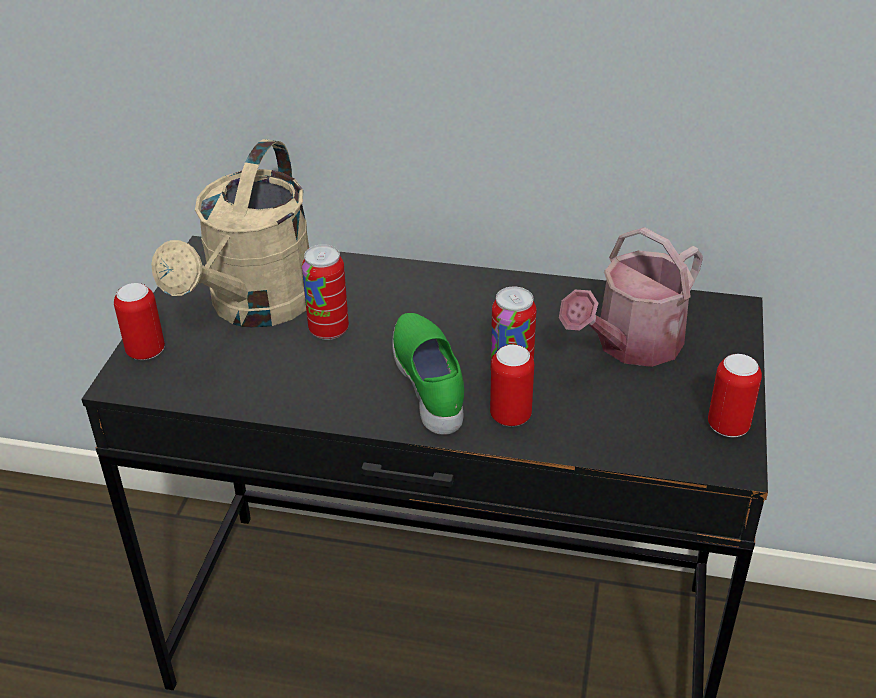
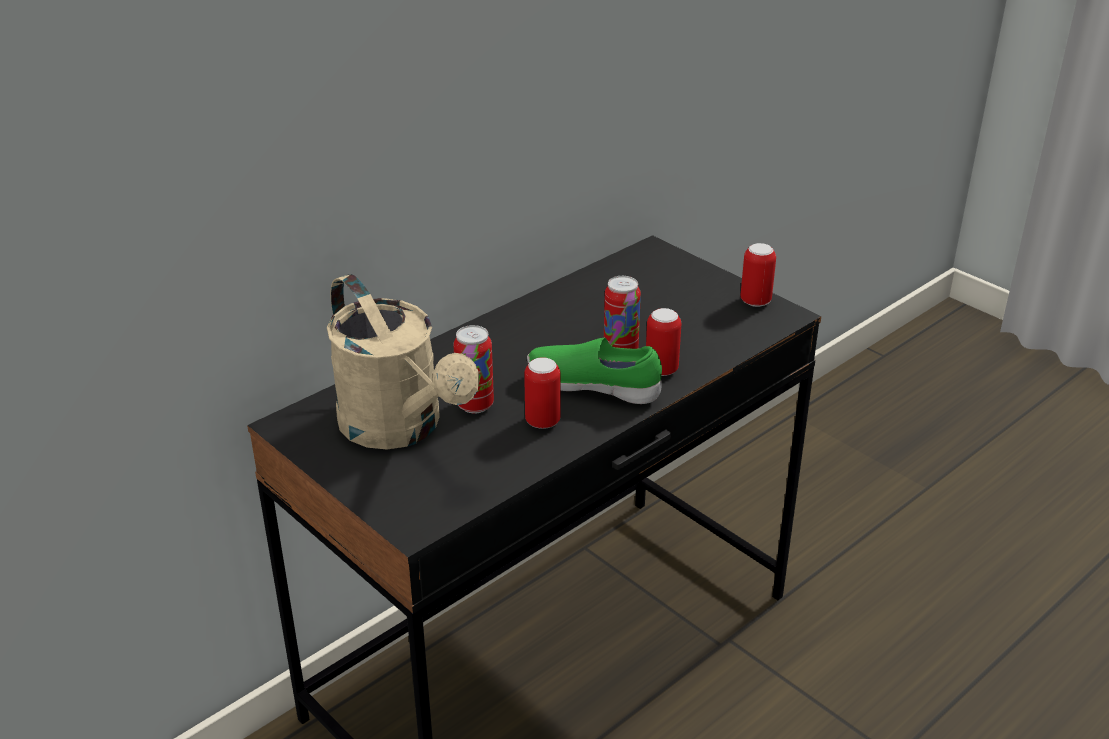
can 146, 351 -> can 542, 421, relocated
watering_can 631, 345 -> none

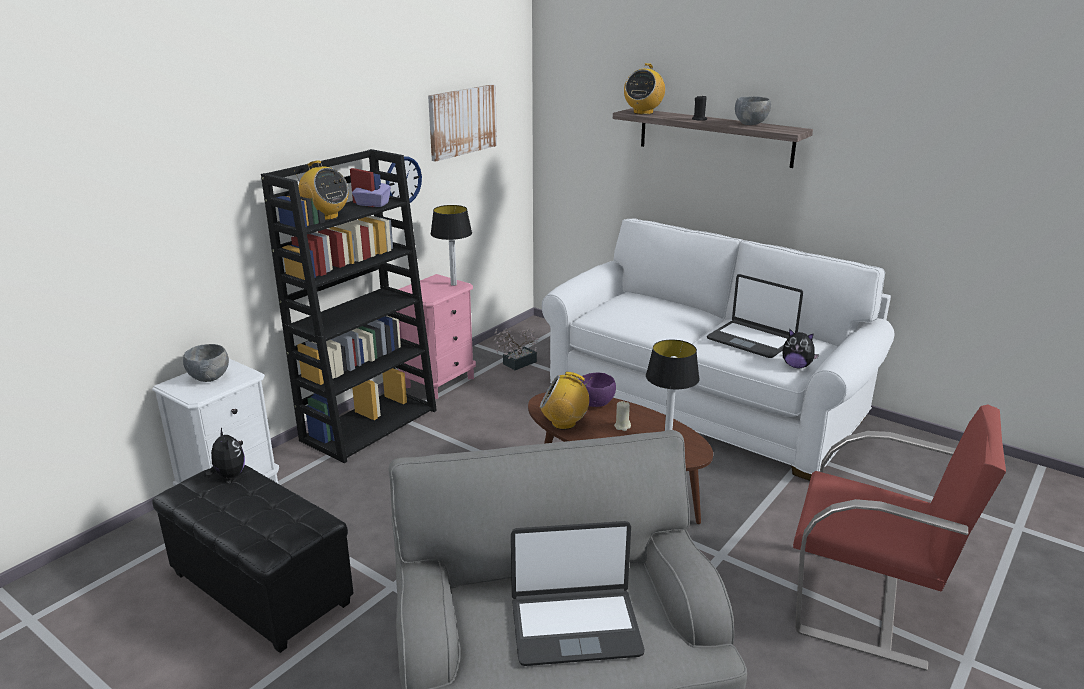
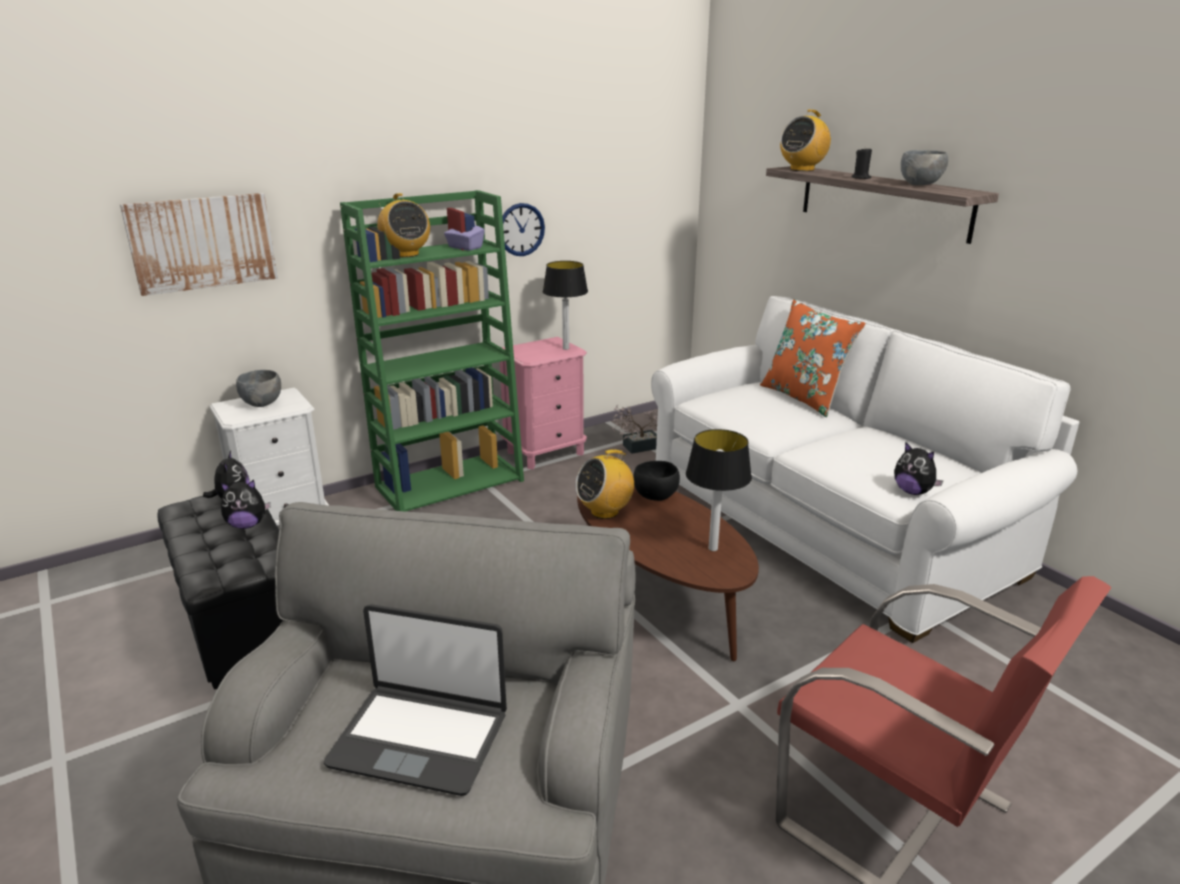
picture 462, 121 -> picture 202, 242, relocated
none -> plush_toy 247, 525
black_bookcase 370, 424 -> green_bookcase 450, 483
radio 564, 423 -> radio 605, 511, 60 degrees counterclockwise
purple_bowl 596, 404 -> black_bowl 656, 497
none -> orange_pillow 804, 398
beige_candle 622, 426 -> none
laptop 751, 340 -> none

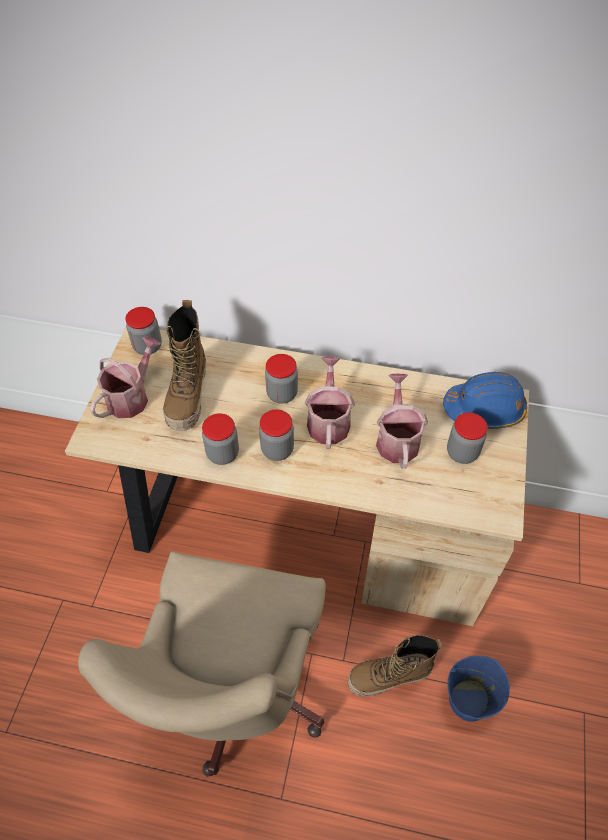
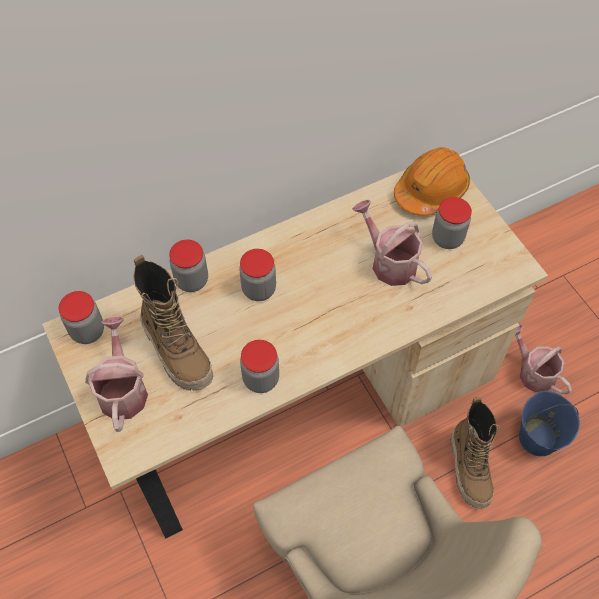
jar 277, 449 -> jar 191, 280, relocated
blue_hard_hat 484, 409 -> orange_hard_hat 431, 190
boot 389, 677 -> boot 469, 468, 45 degrees counterclockwise
watering_can 328, 421 -> watering_can 532, 372, relocated

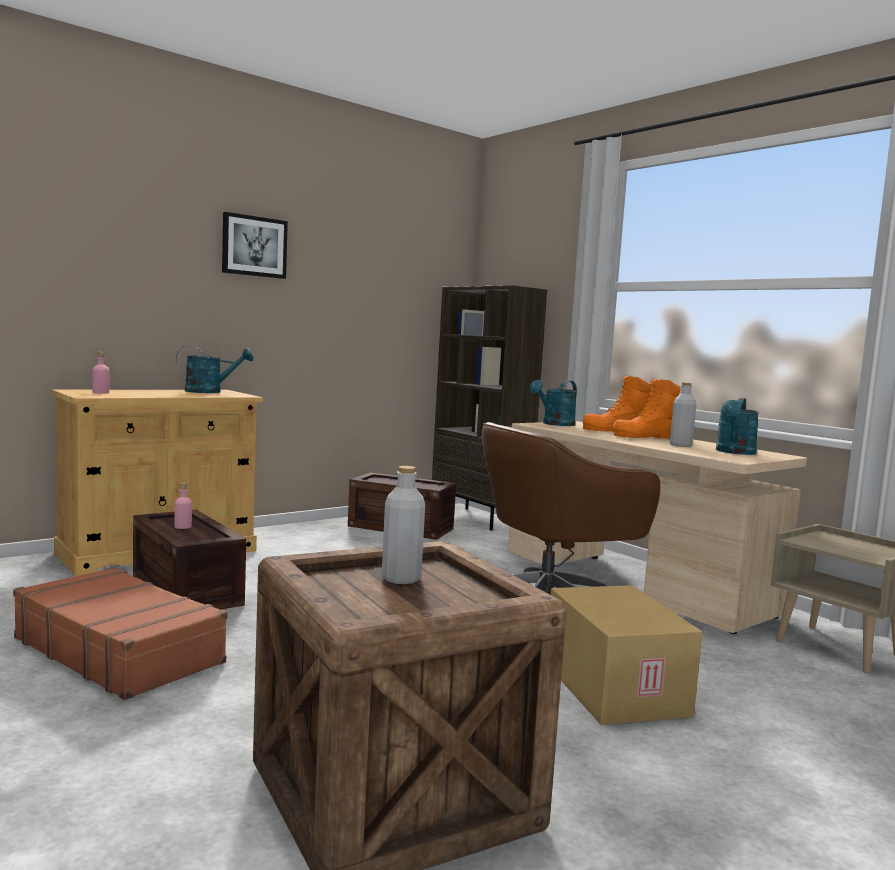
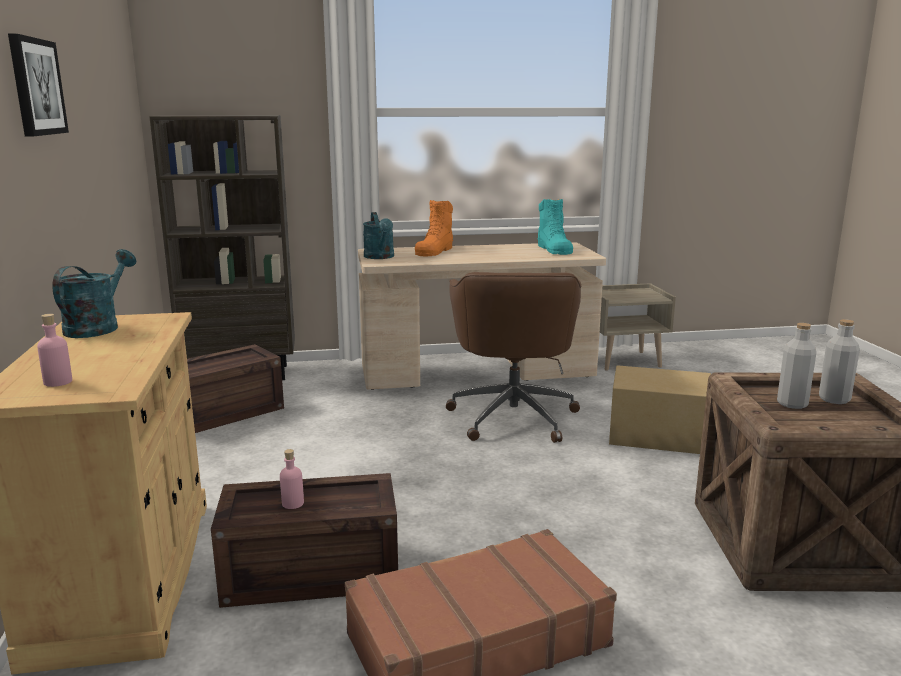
turquoise_watering_can 734, 452 -> turquoise_boot 554, 249
grey_bottle 680, 445 -> grey_bottle 834, 399, relocated
orange_boot 646, 437 -> none

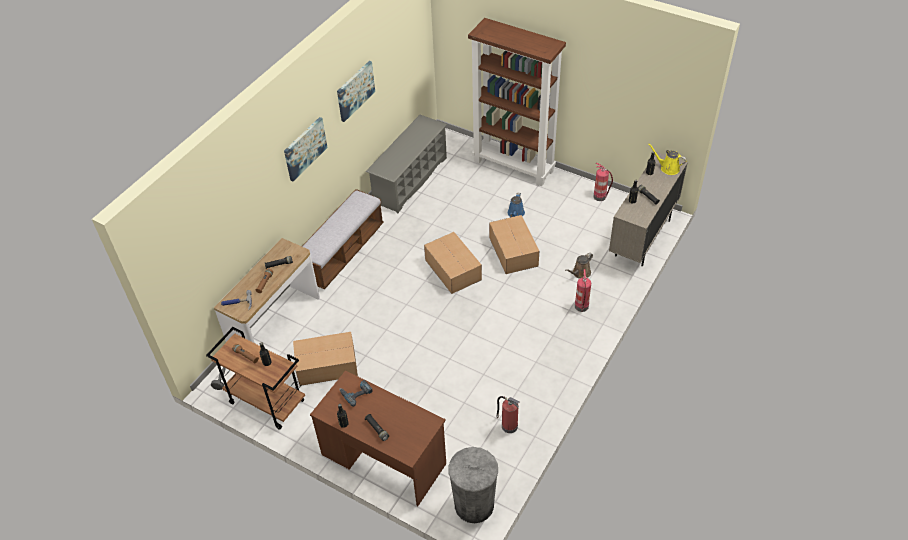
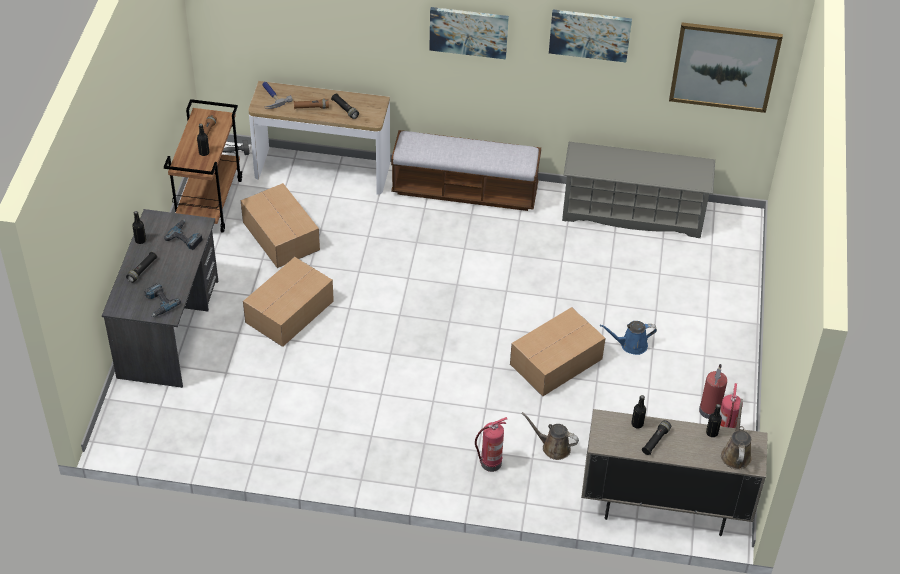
brown_desk 383, 459 -> grey_desk 169, 329
none -> power_drill 159, 303
cardboard_box 453, 269 -> cardboard_box 291, 311, relocated
none -> picture 724, 66
fire_extinguisher 508, 425 -> fire_extinguisher 710, 409, relocated
yellow_watering_can 667, 168 -> brown_watering_can 735, 454
grey_trash_can 474, 505 -> none
brown_bookcase 514, 166 -> none

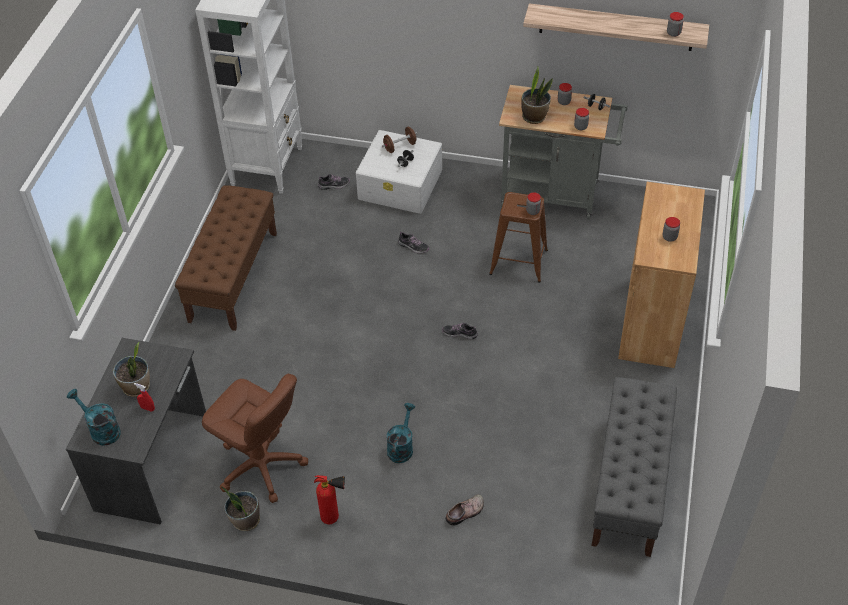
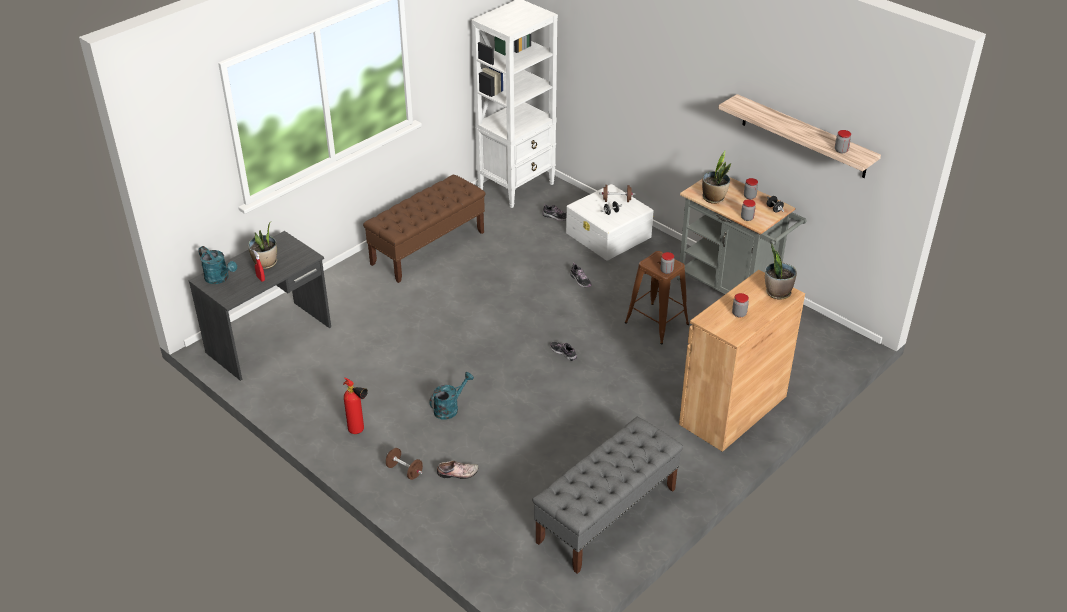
turquoise_watering_can 101, 430 -> turquoise_watering_can 220, 279, 150 degrees clockwise
none -> brown_dumbbell 404, 471
potted_plant 245, 520 -> potted_plant 777, 292, relocated
brown_office_chair 261, 466 -> none

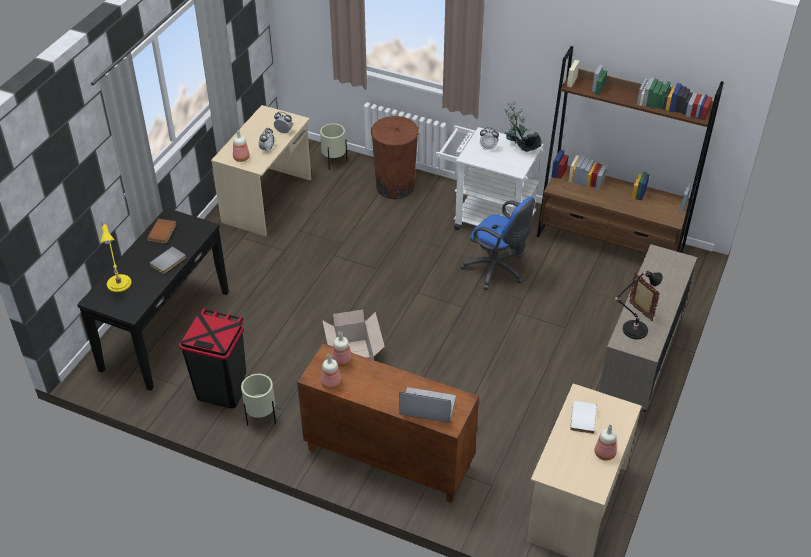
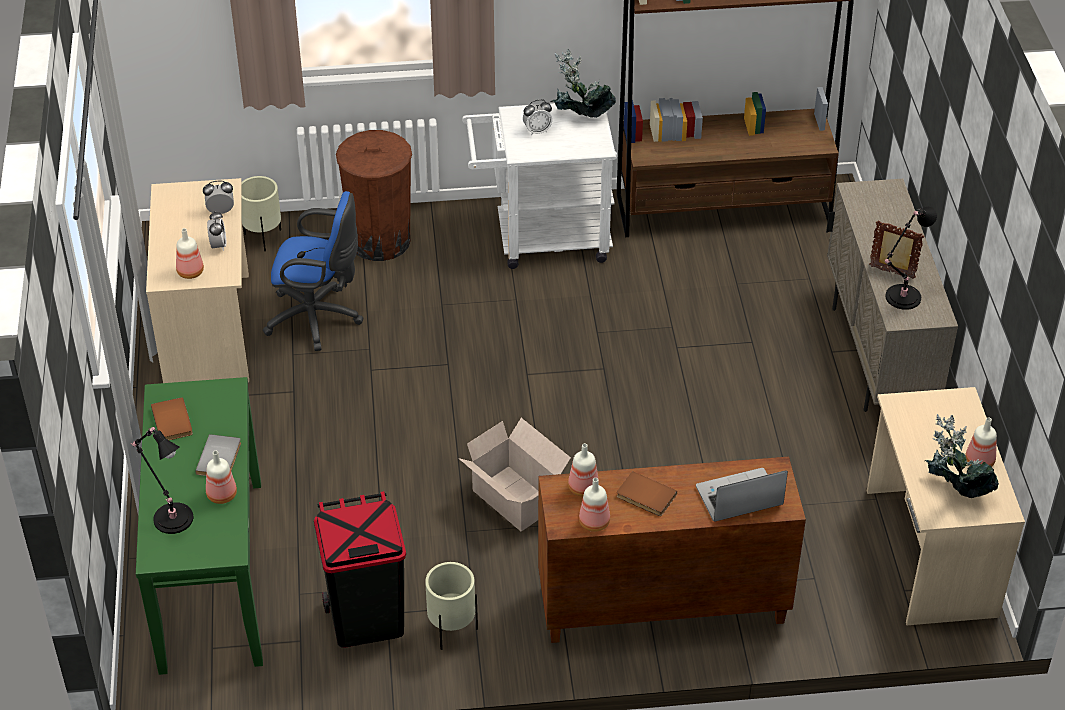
yellow_table_lamp 119, 282 -> black_table_lamp 171, 516
black_console_table 165, 330 -> green_console_table 211, 574
none -> bottle 221, 495
blue_office_chair 497, 270 -> blue_office_chair 318, 319, relocated
none -> brown_book 645, 497
none -> potted_plant 953, 491
white_book 582, 418 -> none

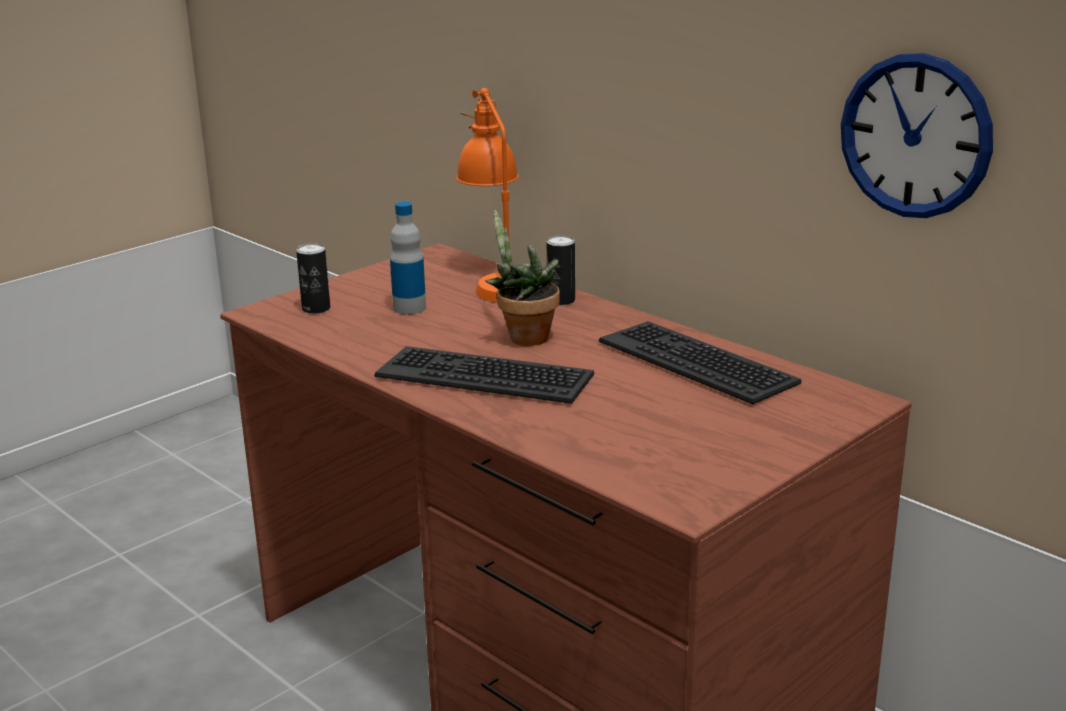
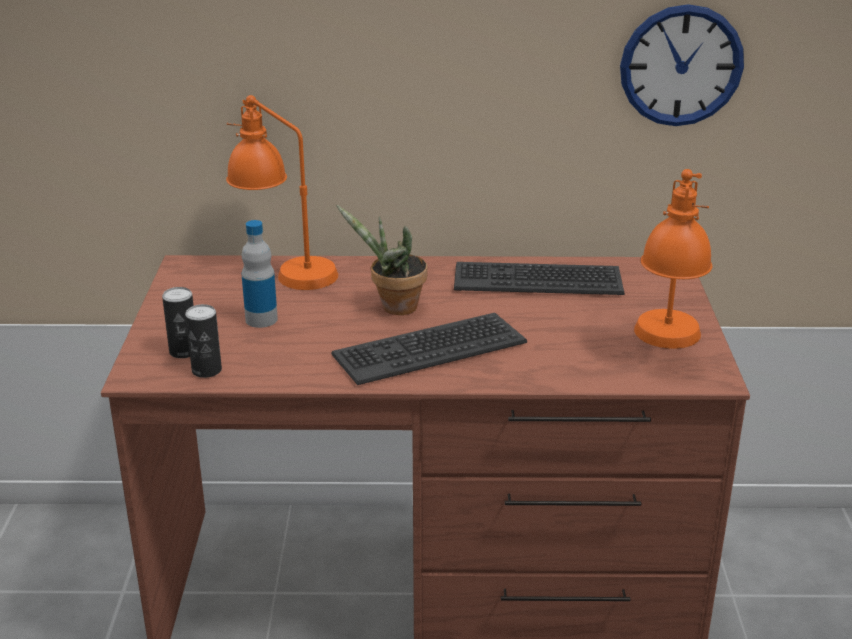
can 561, 300 -> can 206, 370, relocated
none -> orange_table_lamp 667, 346

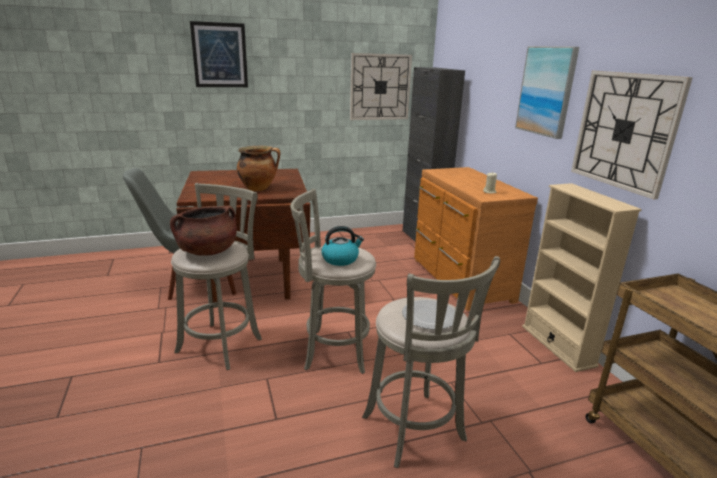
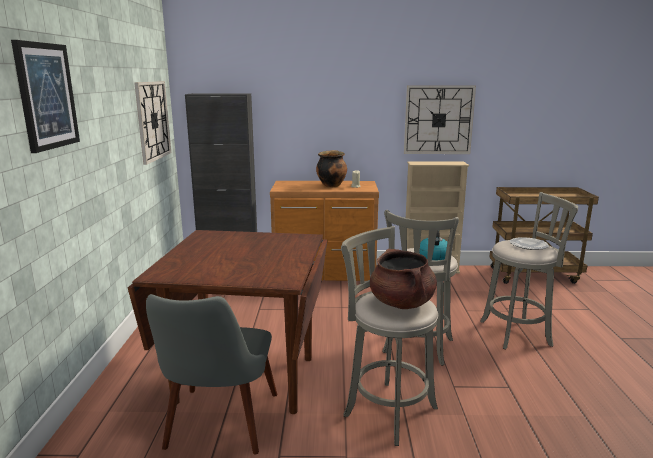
cooking_pot 259, 188 -> cooking_pot 331, 185, relocated
picture 546, 91 -> none

